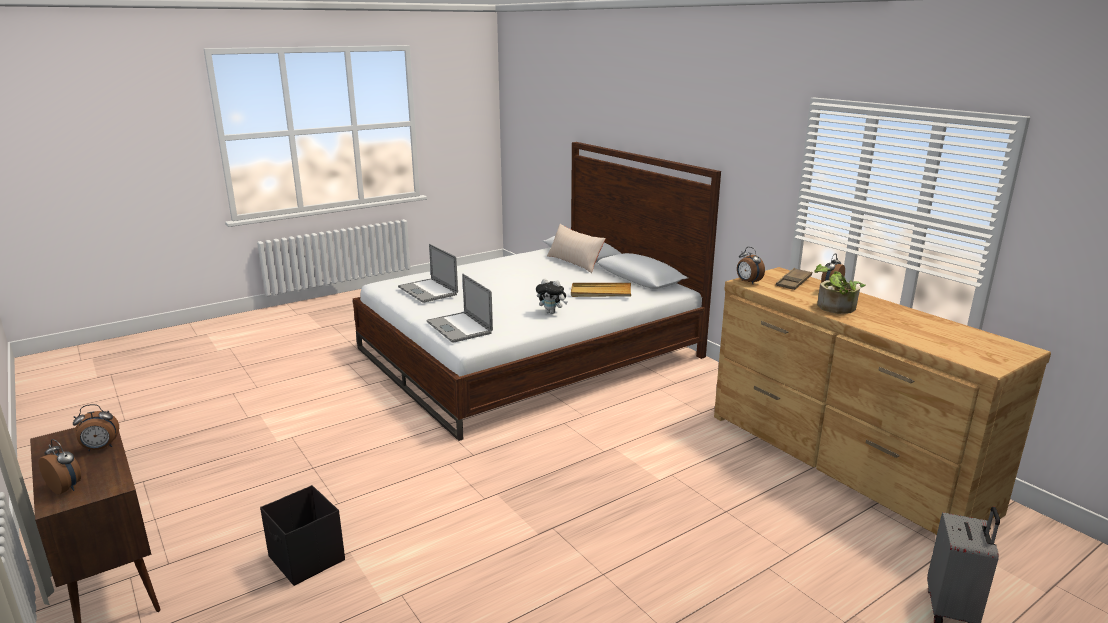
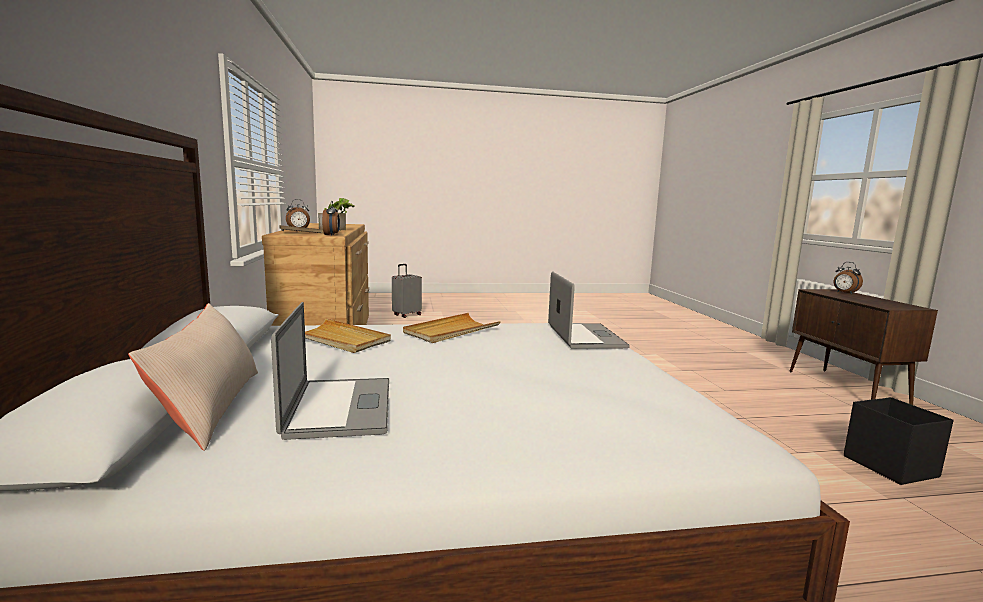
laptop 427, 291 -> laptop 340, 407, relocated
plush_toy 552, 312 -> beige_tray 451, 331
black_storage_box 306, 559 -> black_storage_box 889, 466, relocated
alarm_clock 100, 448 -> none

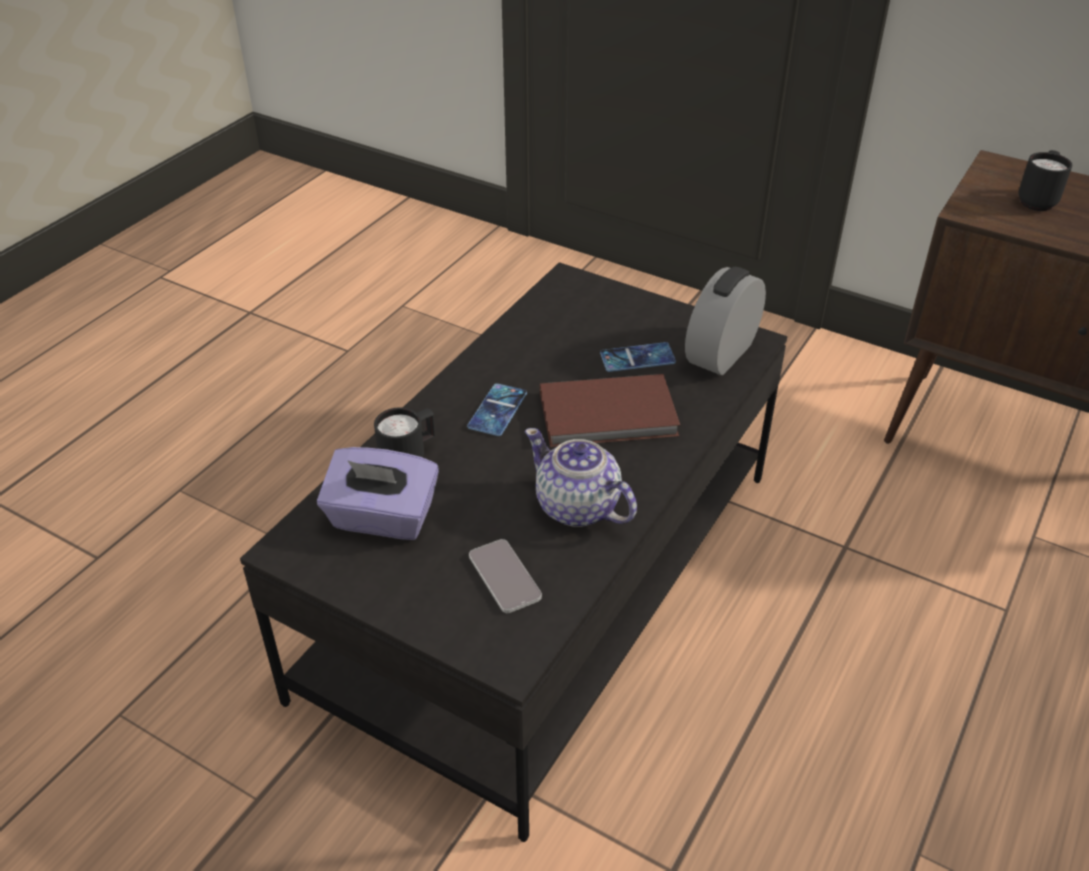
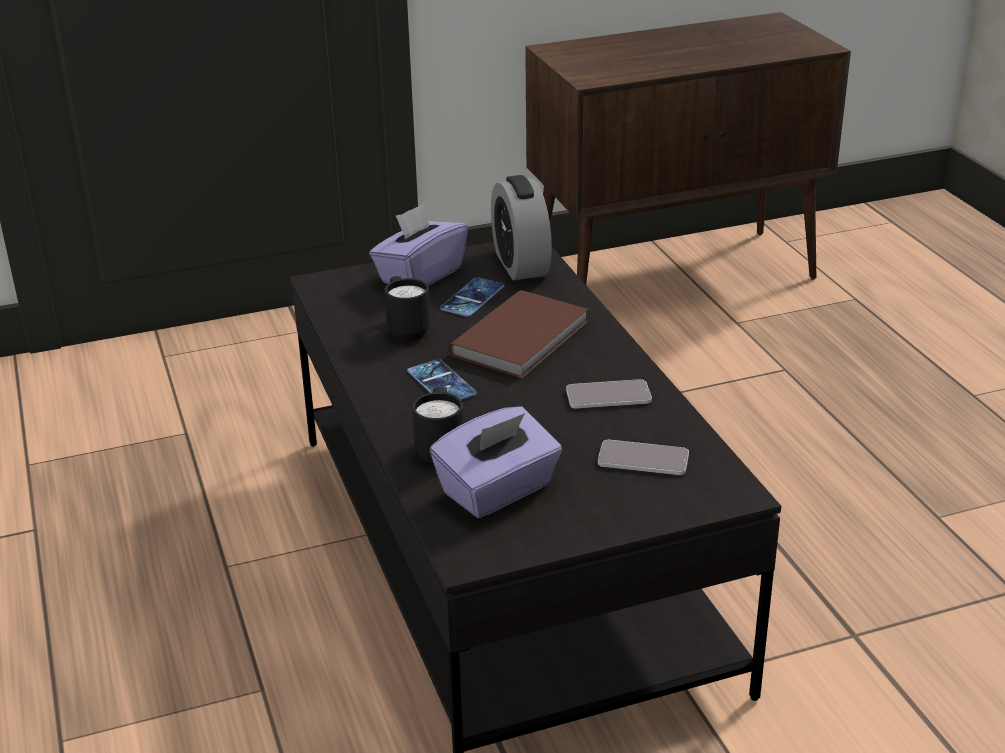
none -> purple_tissue_box 420, 275
black_mug 1037, 200 -> black_mug 406, 329, relocated
teapot 578, 507 -> phone 608, 396

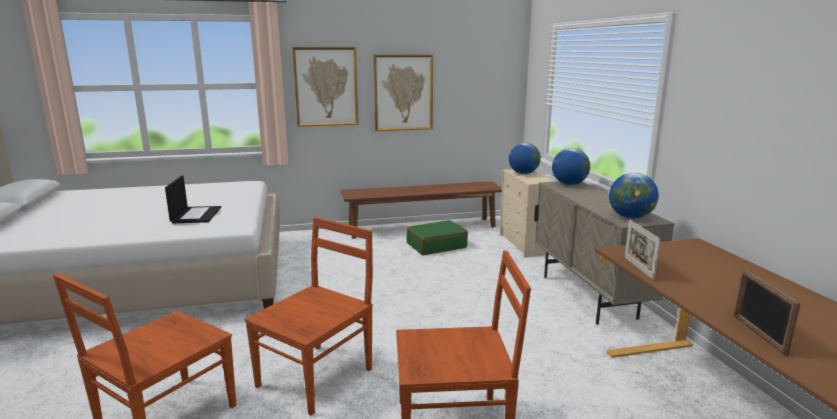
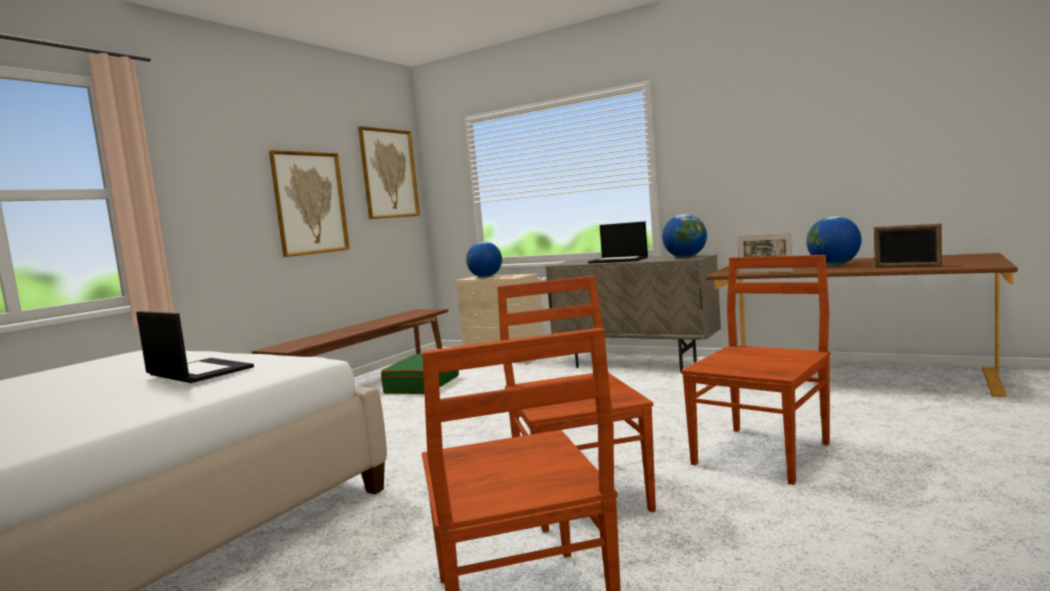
picture 326, 86 -> picture 389, 173, relocated
none -> laptop 619, 260
globe 569, 184 -> globe 834, 265, relocated

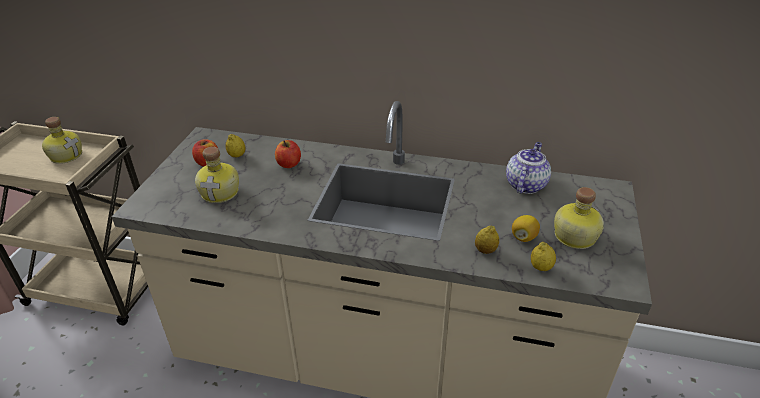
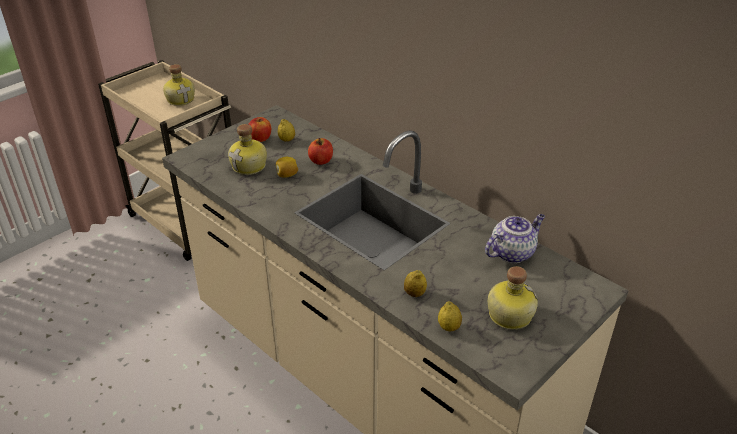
lemon 523, 237 -> lemon 287, 175, relocated

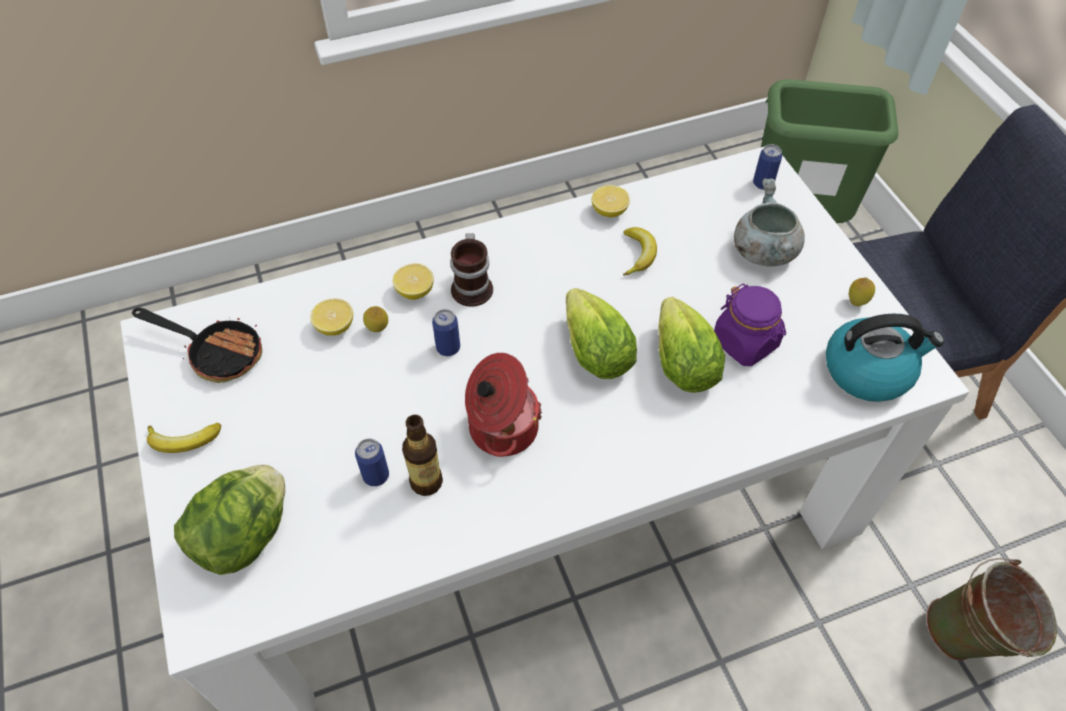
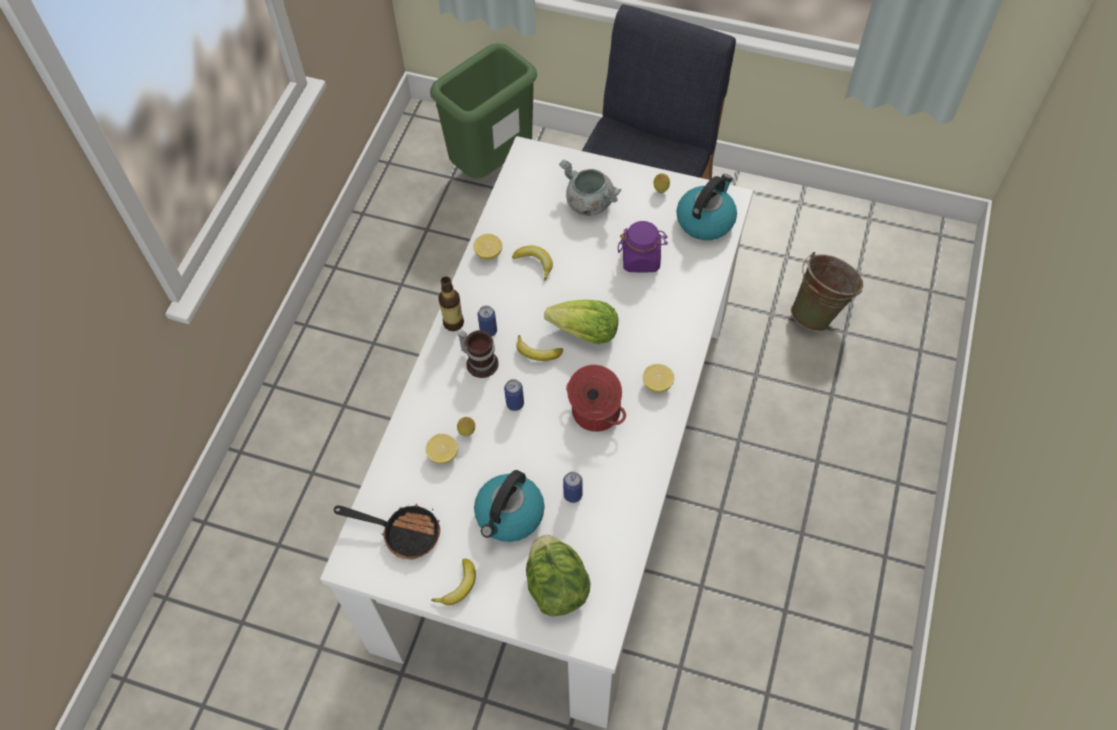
frying_pan 217, 352 -> frying_pan 403, 532, 45 degrees clockwise
bottle 426, 482 -> bottle 453, 323, relocated
none -> kettle 509, 515
can 763, 183 -> can 488, 331, relocated
none -> banana 537, 353
lemon 415, 291 -> lemon 657, 384, relocated
lettuce 682, 365 -> none

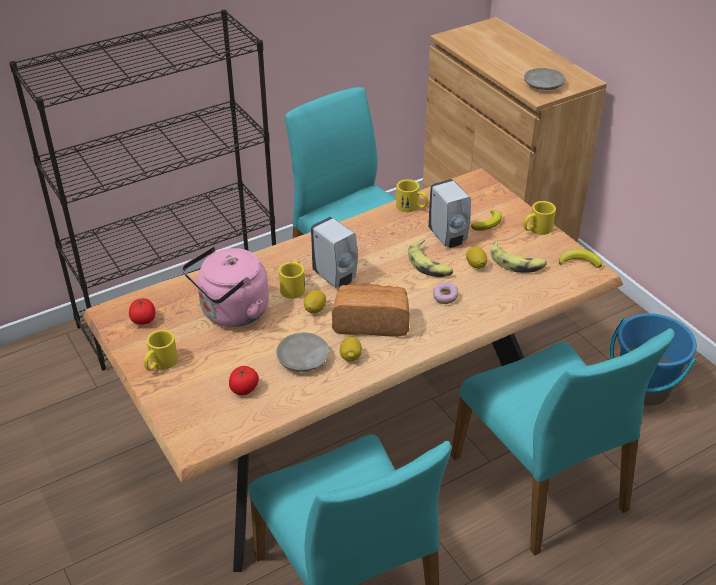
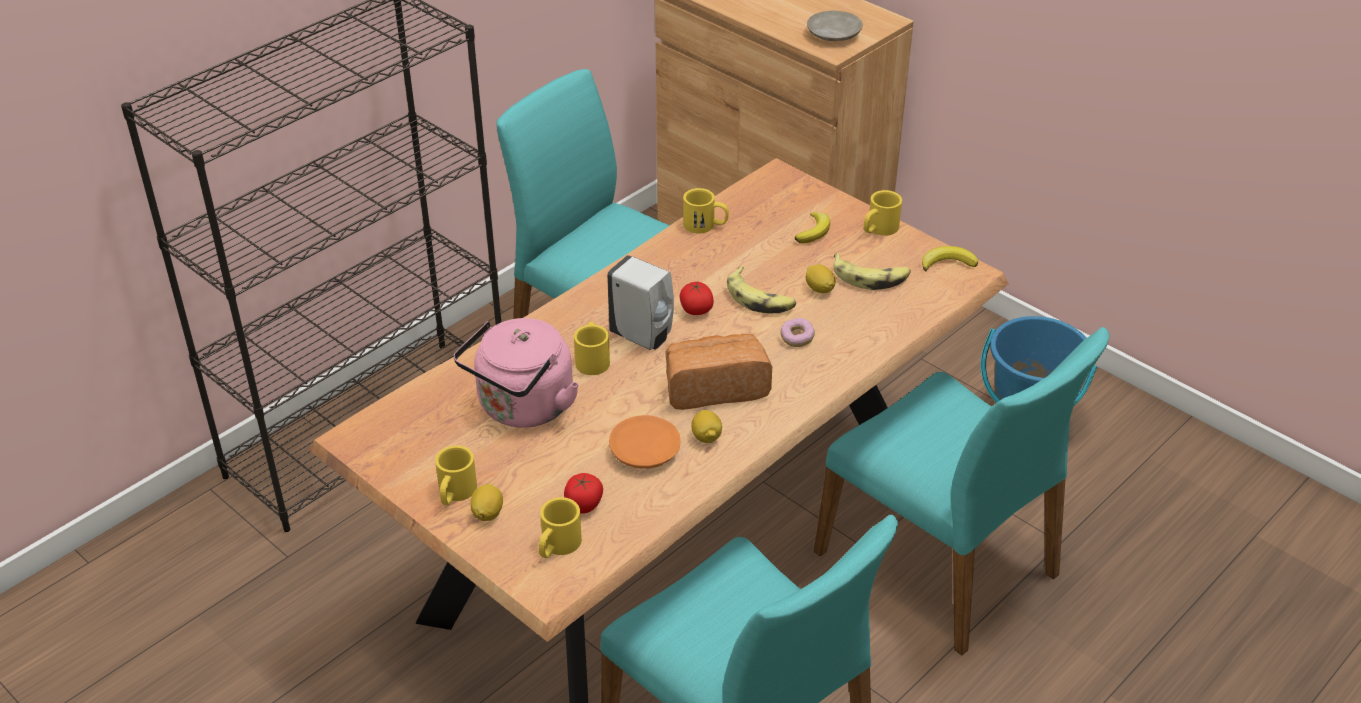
lemon 315, 309 -> lemon 487, 513, relocated
none -> yellow_mug 557, 546
beige_plate 303, 359 -> orange_plate 645, 452
tomato 143, 320 -> tomato 696, 310, relocated
white_soap_dispenser 448, 238 -> none

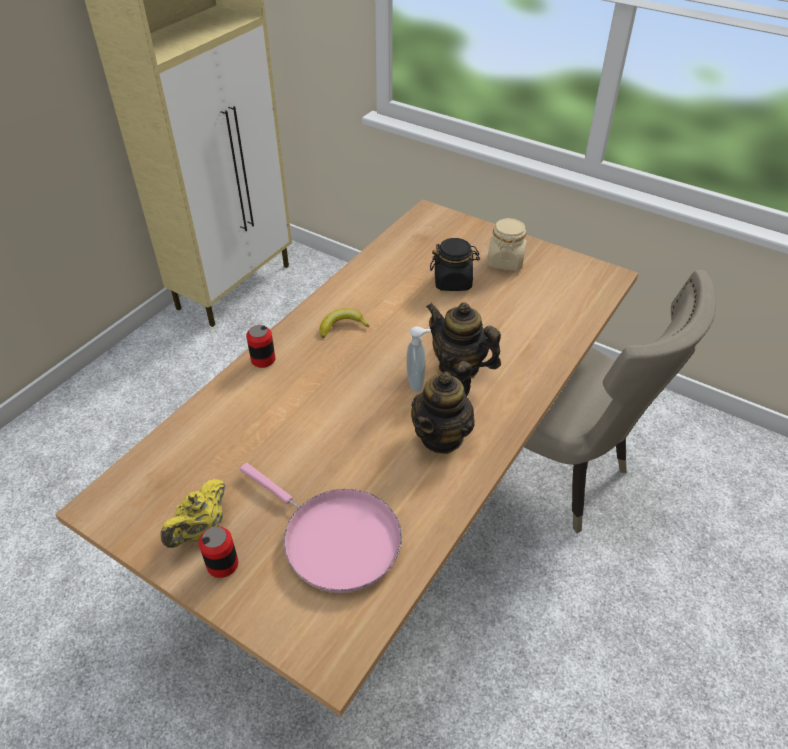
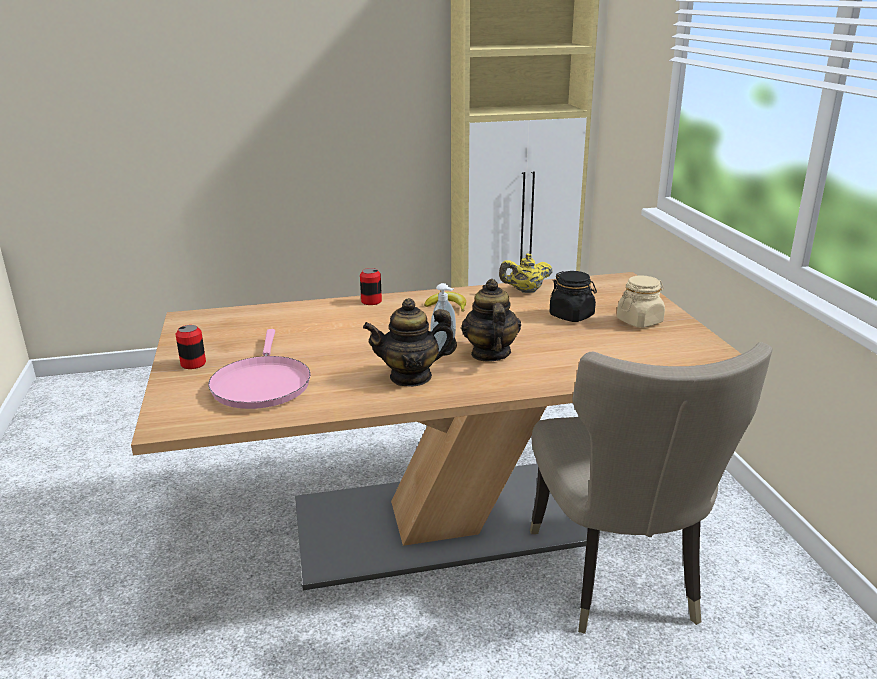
yellow_teapot 201, 529 -> yellow_teapot 525, 291, relocated

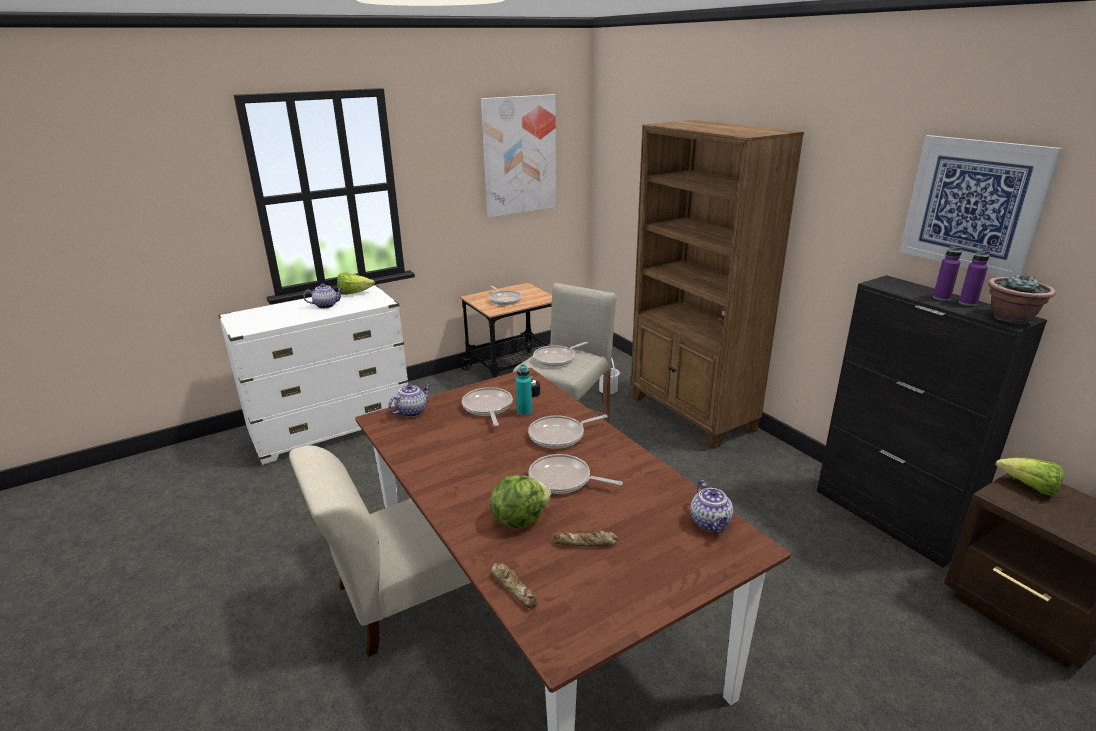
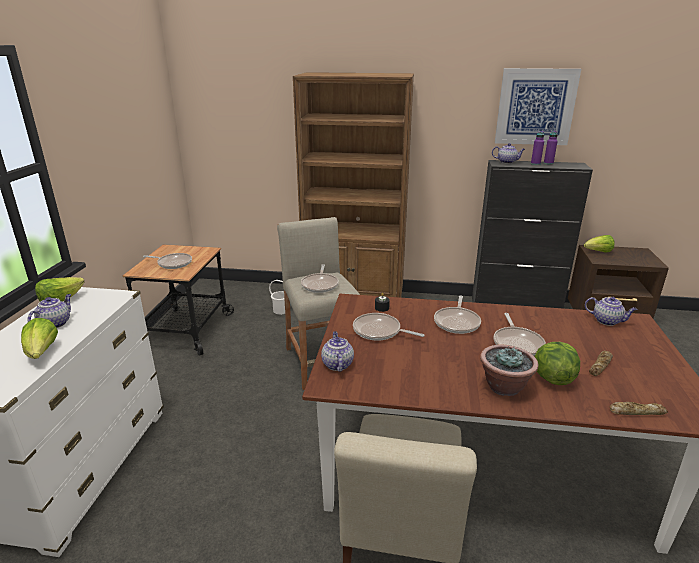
none -> lettuce 42, 353
potted_plant 1011, 318 -> potted_plant 504, 387, relocated
none -> teapot 507, 162
frying_pan 563, 480 -> frying_pan 517, 343, 60 degrees counterclockwise
picture 519, 156 -> none
turquoise_bottle 524, 412 -> none

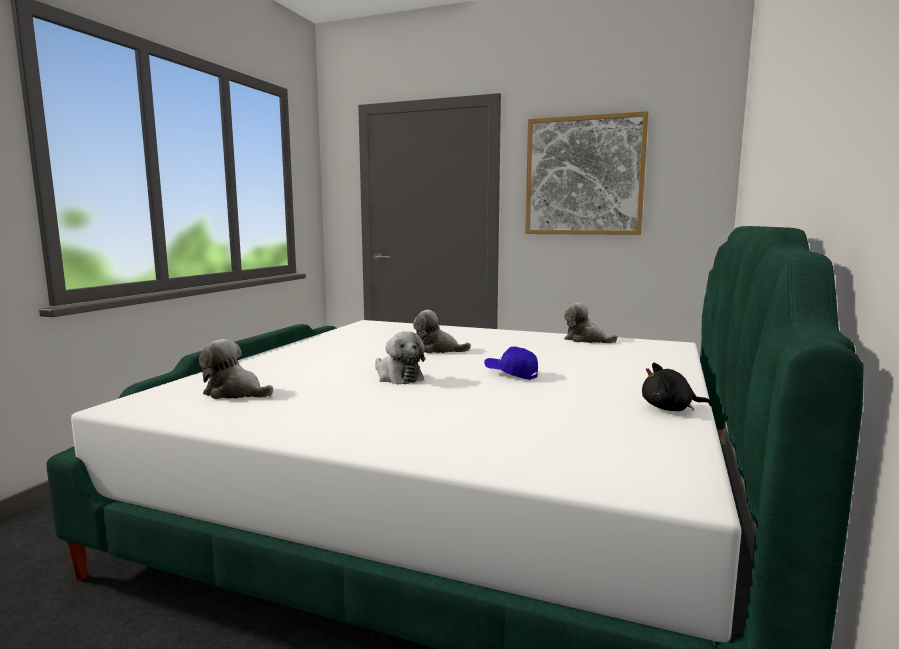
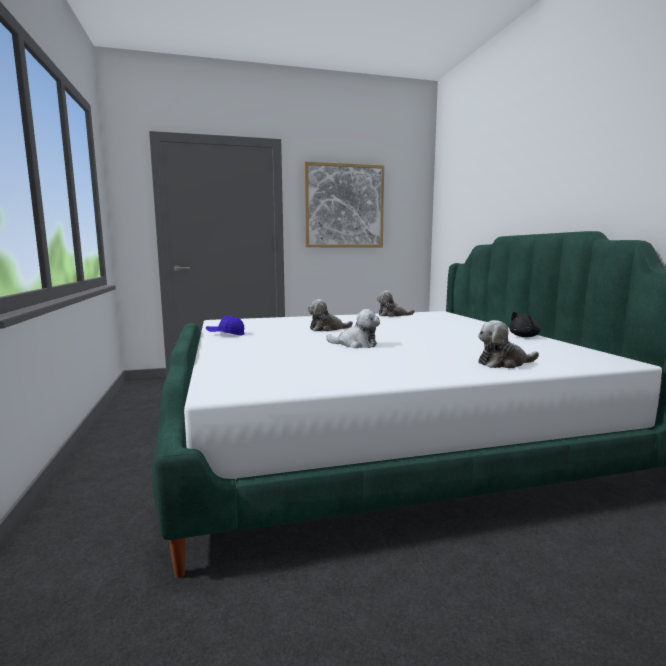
blue_cap 511, 374 -> blue_cap 225, 334, relocated
plush_toy 235, 393 -> plush_toy 504, 363, relocated

